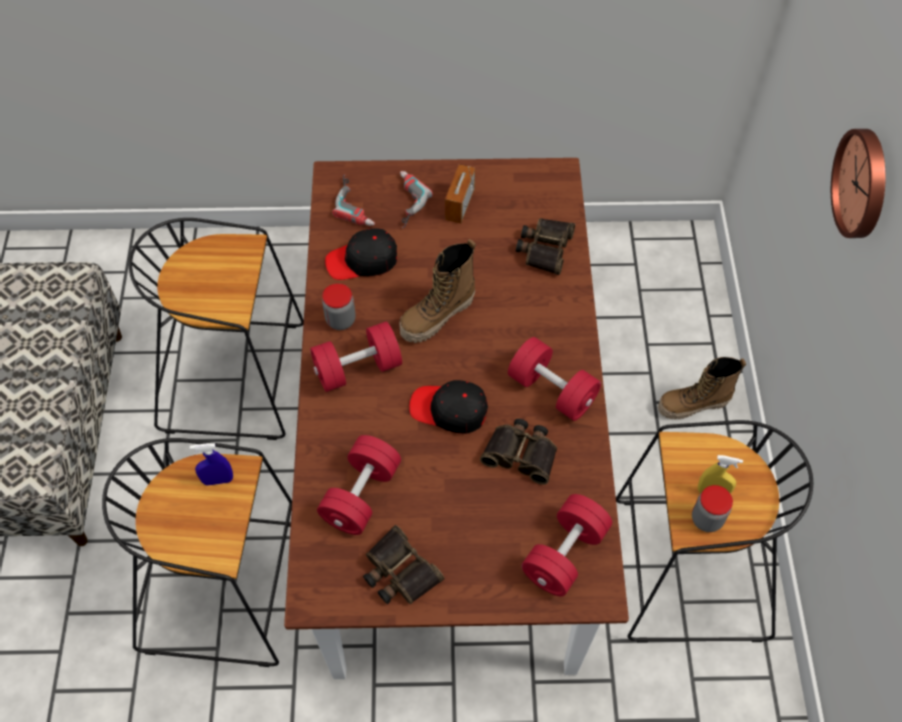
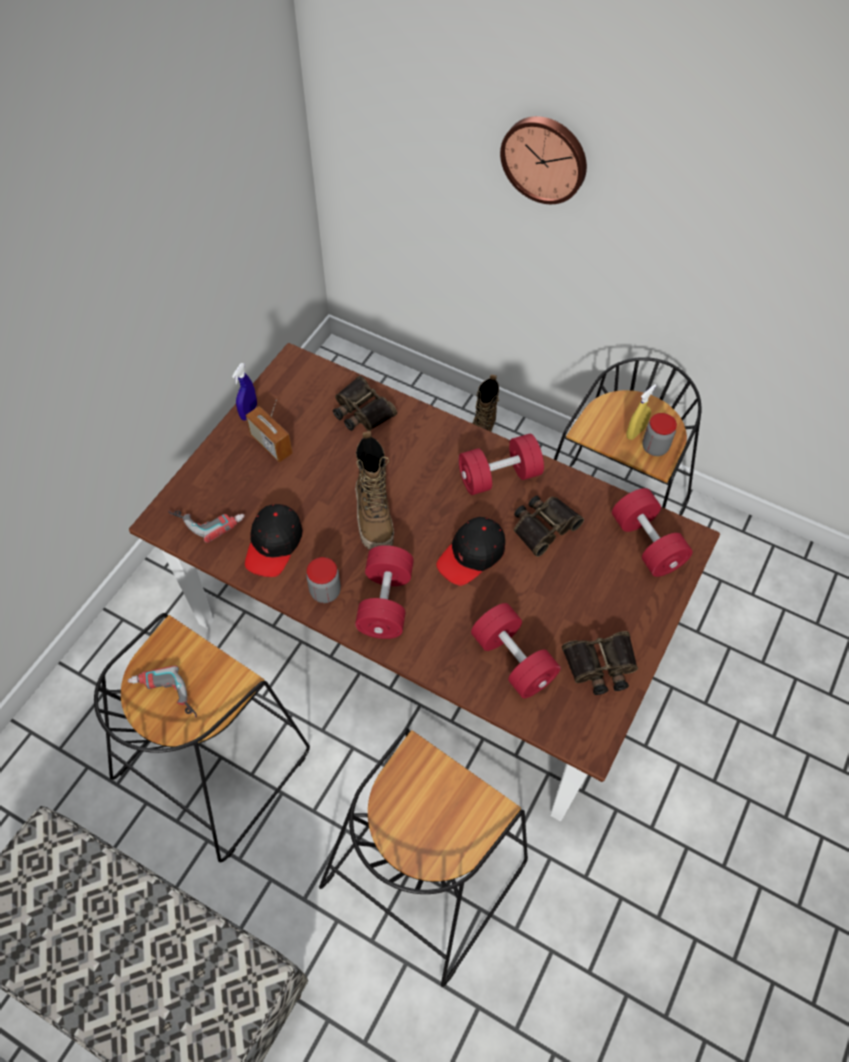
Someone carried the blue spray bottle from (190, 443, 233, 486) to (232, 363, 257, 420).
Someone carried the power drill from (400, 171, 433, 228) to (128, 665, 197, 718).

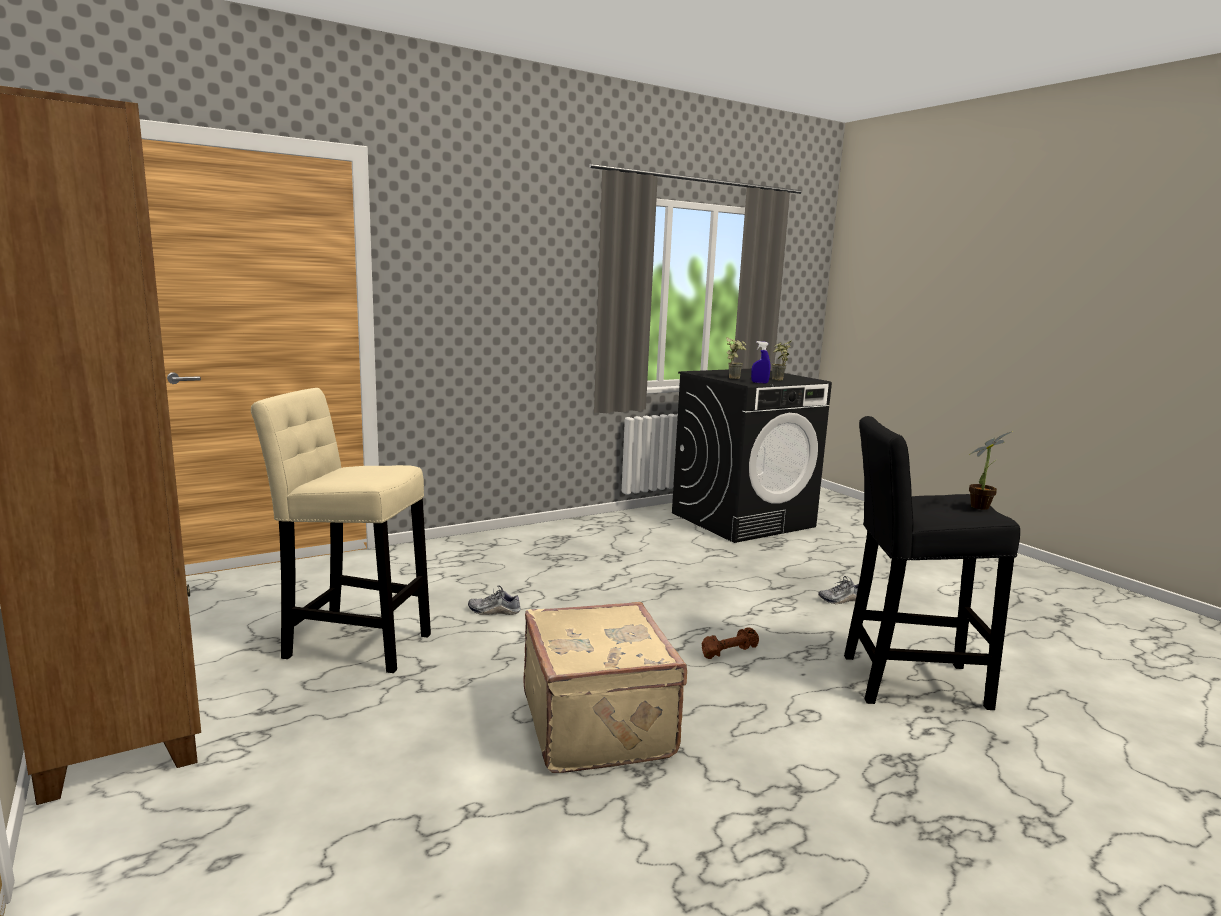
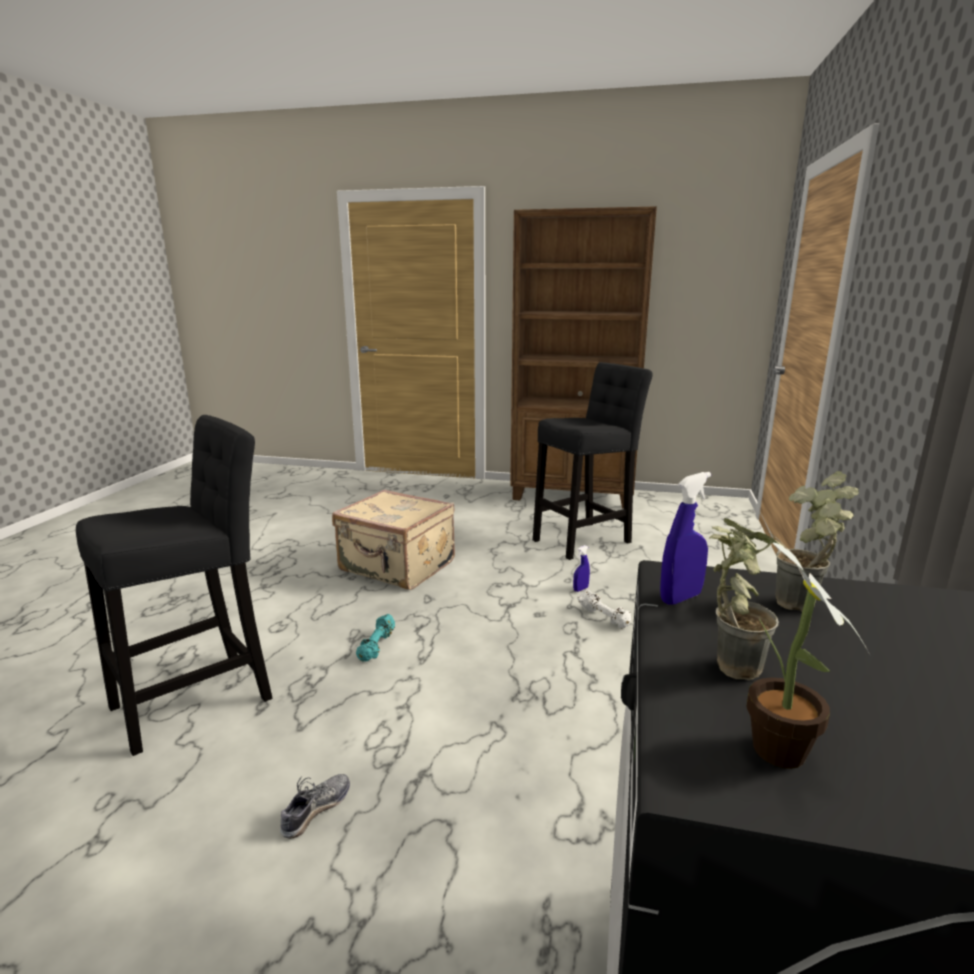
Someone put down the white dumbbell at (577, 590, 631, 629).
Someone carried the potted plant from (969, 432, 1011, 510) to (746, 530, 871, 769).
Someone swapped the shoe at (468, 585, 521, 615) for the blue spray bottle at (573, 545, 590, 592).
Someone repainted the beige stool at (251, 388, 431, 673), which became the black stool at (533, 362, 653, 560).
Someone repainted the brown dumbbell at (702, 628, 759, 659), which became the turquoise dumbbell at (356, 614, 395, 661).

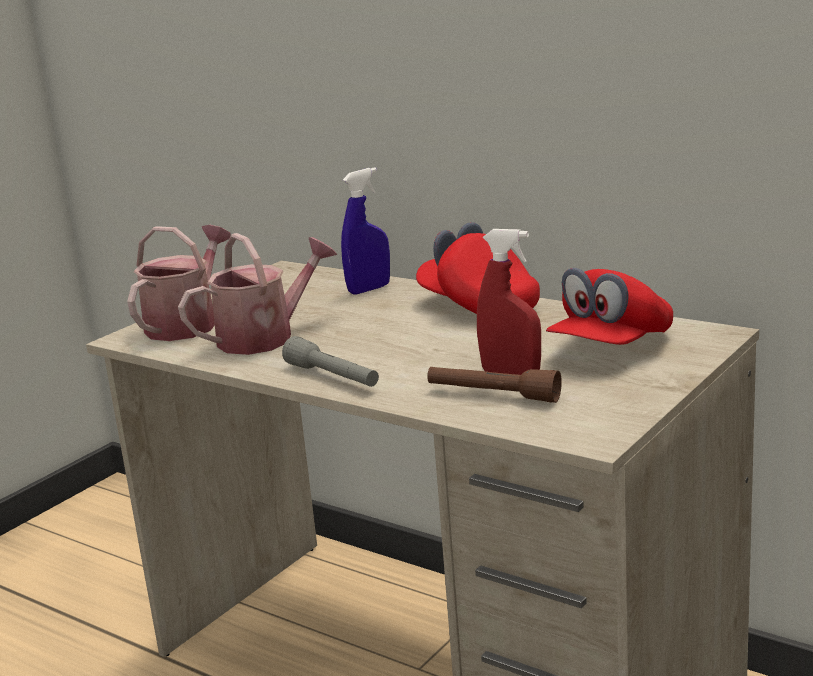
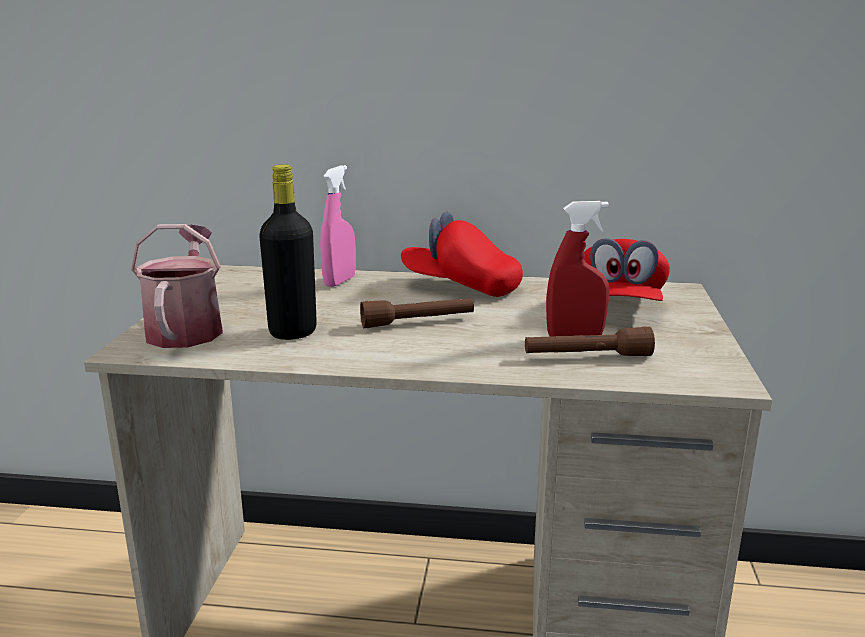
Someone took away the grey flashlight at (282, 336, 379, 387).
Someone put down the brown flashlight at (360, 298, 474, 328).
Someone swapped the watering can at (178, 233, 337, 355) for the black bottle at (259, 165, 317, 340).
Someone repainted the blue spray bottle at (341, 167, 390, 295), which became the pink spray bottle at (320, 165, 356, 287).

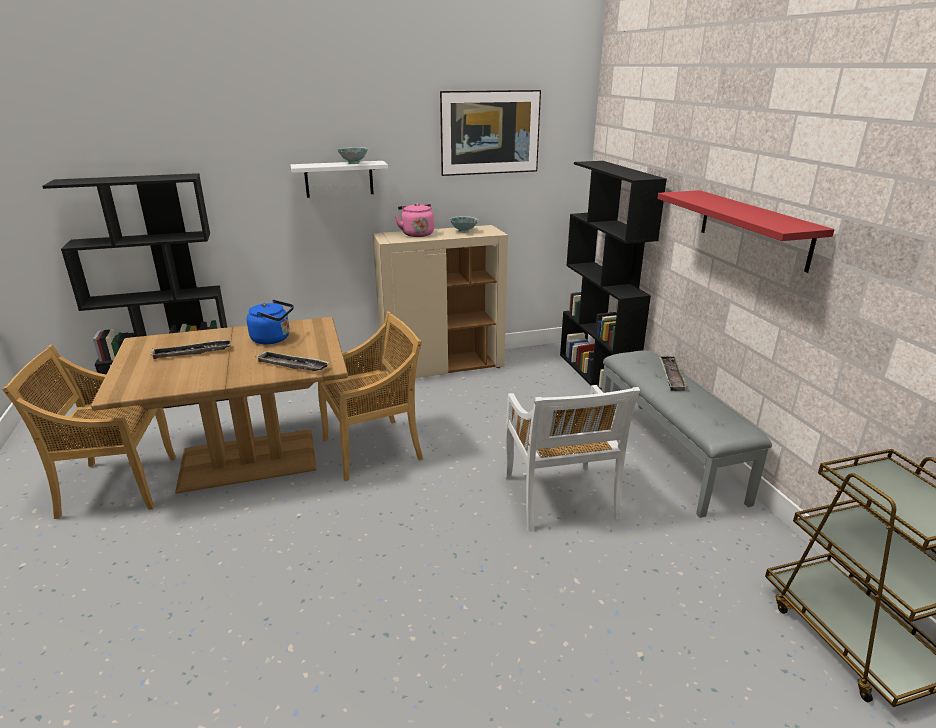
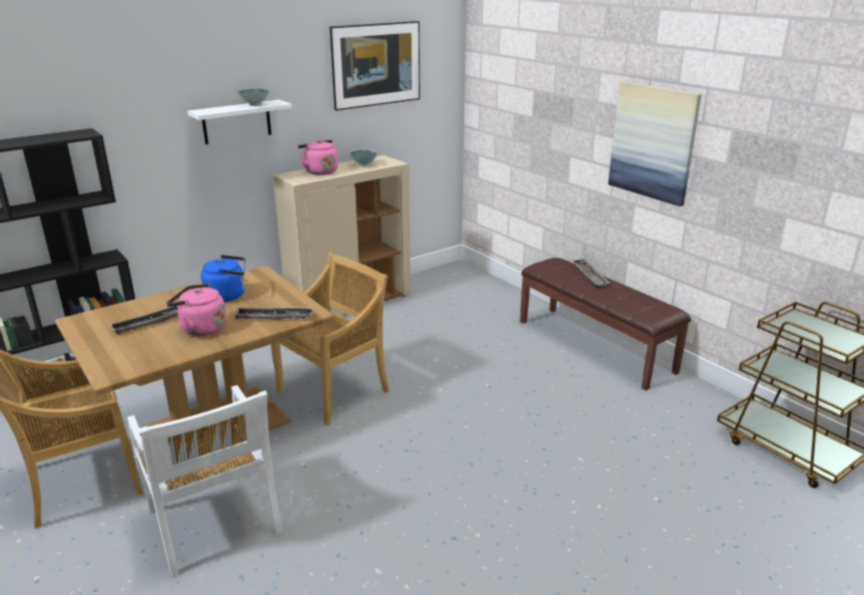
Someone took away the black bookcase at (560, 161, 667, 392).
Someone put down the pink kettle at (166, 283, 226, 336).
Someone carried the white chair from (505, 385, 640, 532) to (127, 385, 283, 576).
Someone swapped the red shelf at (657, 190, 835, 273) for the picture at (608, 81, 701, 206).
Someone repainted the grey bench at (602, 350, 772, 518), which became the brown bench at (520, 258, 691, 391).

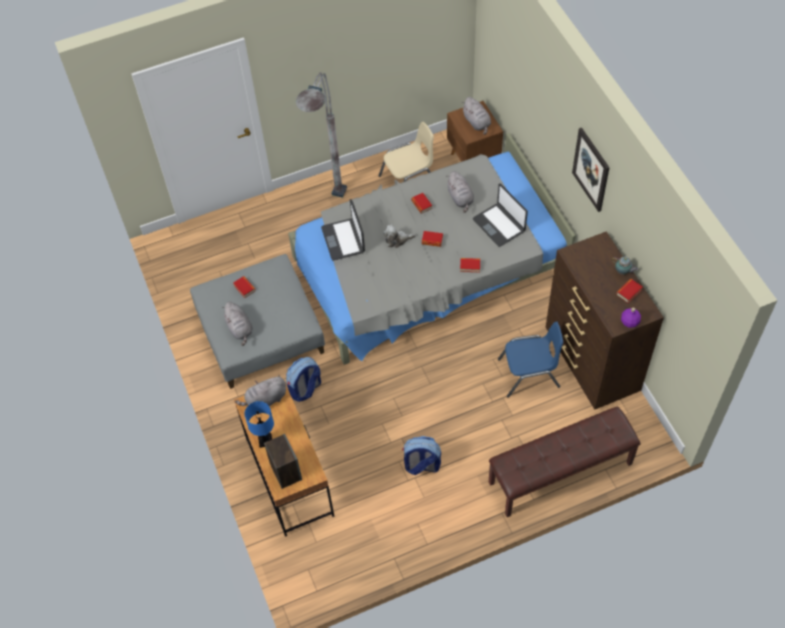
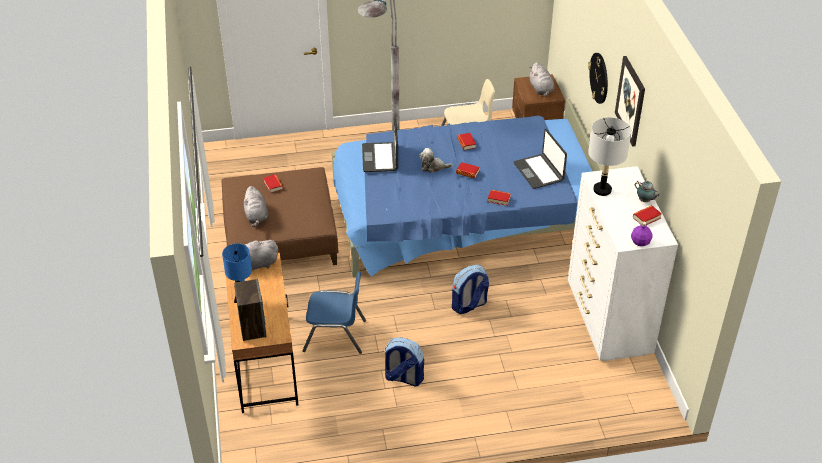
Someone took away the grey plush toy at (446, 171, 474, 213).
Someone took away the brown bench at (489, 407, 641, 517).
Someone put up the wall clock at (588, 53, 608, 104).
Someone put down the grey table lamp at (588, 117, 632, 196).
Someone carried the backpack from (286, 357, 321, 402) to (452, 265, 489, 314).
Someone carried the blue chair from (498, 322, 563, 398) to (302, 272, 366, 354).
Someone repainted the grey ottoman at (190, 254, 325, 389), which became the brown ottoman at (221, 167, 339, 265).
Someone repainted the grey bed at (288, 133, 576, 365), which became the blue bed at (332, 99, 603, 278).
Someone repainted the brown dresser at (546, 231, 664, 410), which became the white dresser at (568, 166, 678, 361).

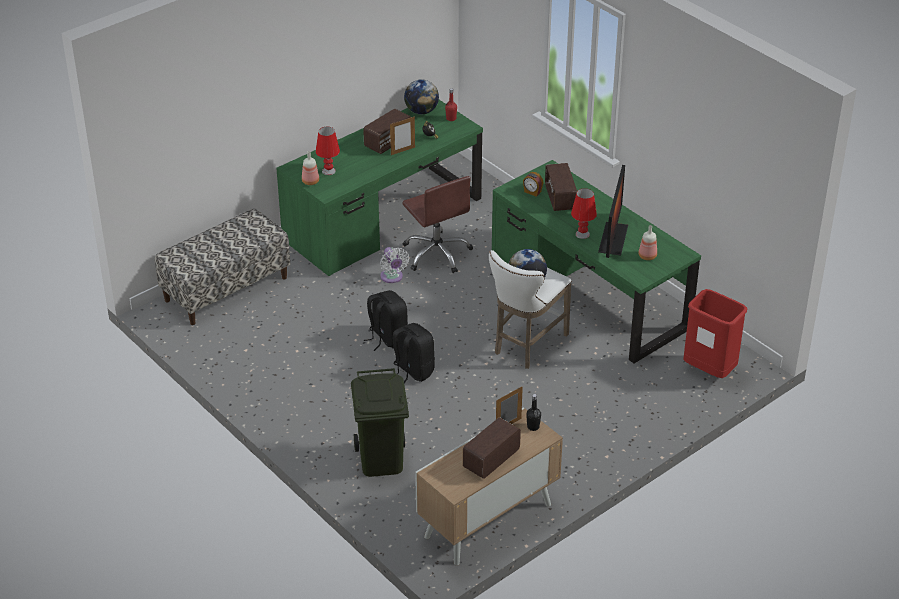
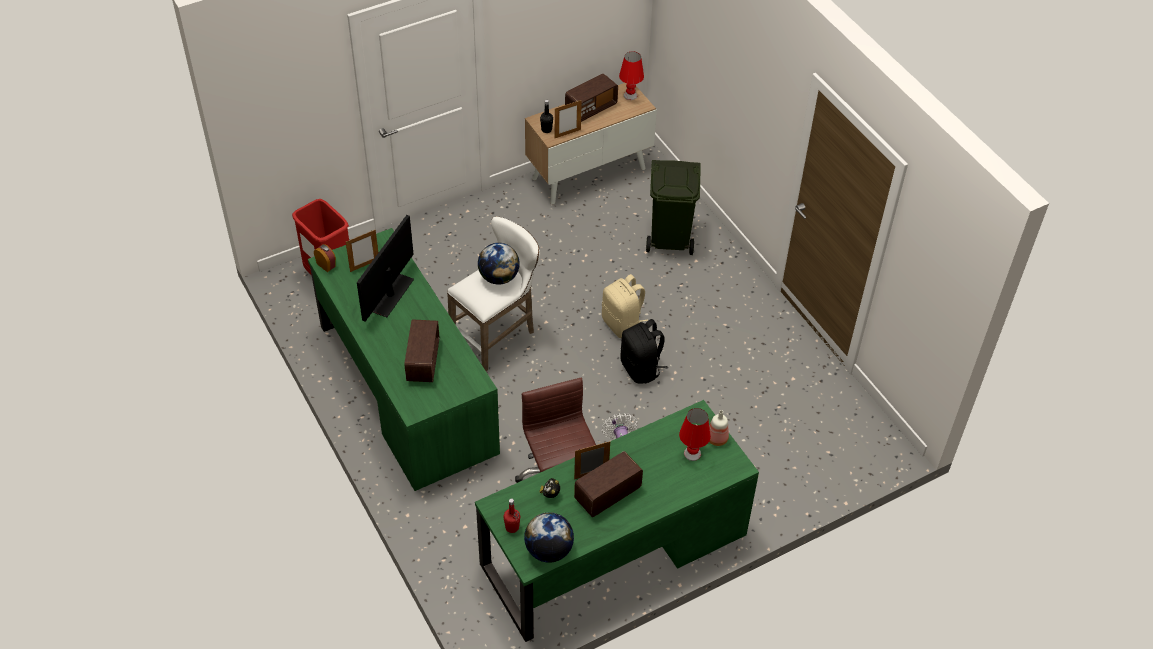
Someone took away the bench at (155, 208, 290, 325).
Someone carried the alarm clock from (523, 172, 543, 197) to (314, 244, 336, 272).
Someone carried the red table lamp from (571, 188, 597, 239) to (619, 51, 644, 100).
Someone swapped the bottle at (639, 225, 657, 260) for the picture frame at (346, 230, 378, 272).
Someone repainted the black backpack at (393, 323, 435, 383), which became the beige backpack at (602, 274, 648, 338).

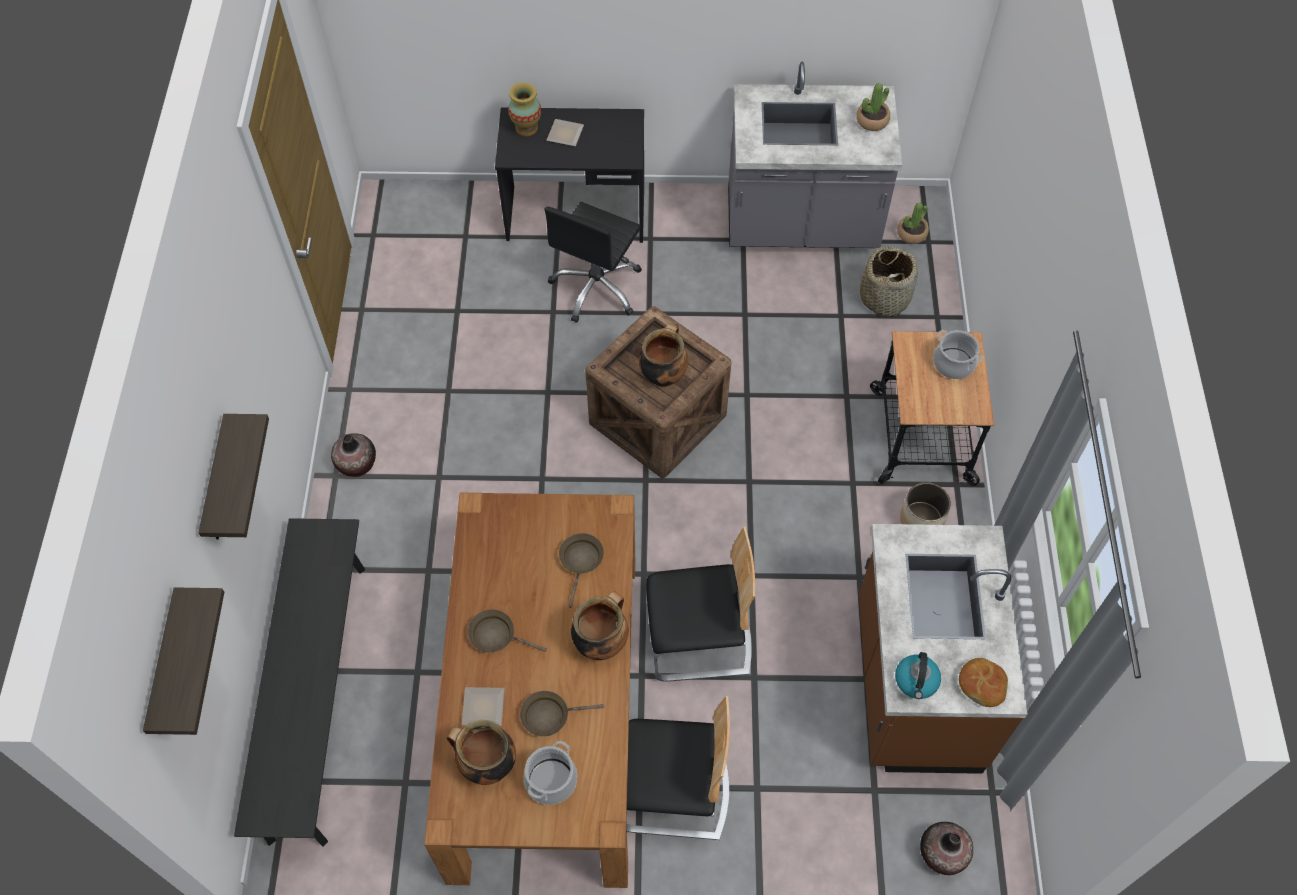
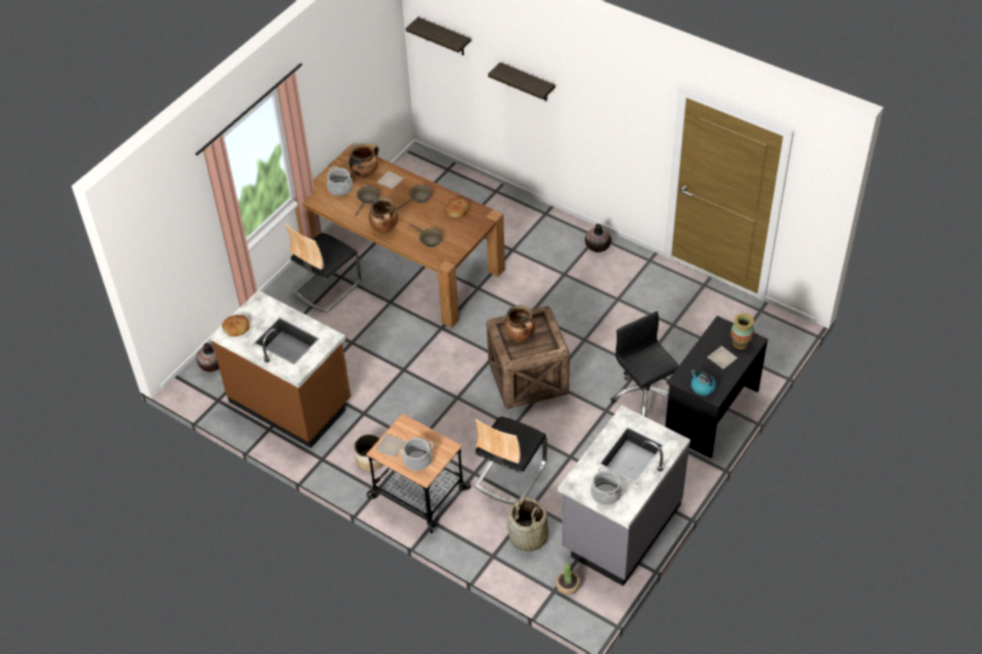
Someone took away the black bench at (234, 518, 365, 847).
Someone put down the plate at (376, 434, 406, 458).
Someone put down the bread at (444, 198, 469, 218).
Someone carried the chair from (646, 527, 755, 682) to (474, 417, 547, 505).
Someone carried the kettle from (895, 652, 941, 699) to (691, 370, 716, 396).
Someone swapped the potted plant at (856, 83, 890, 131) for the cooking pot at (590, 467, 622, 505).

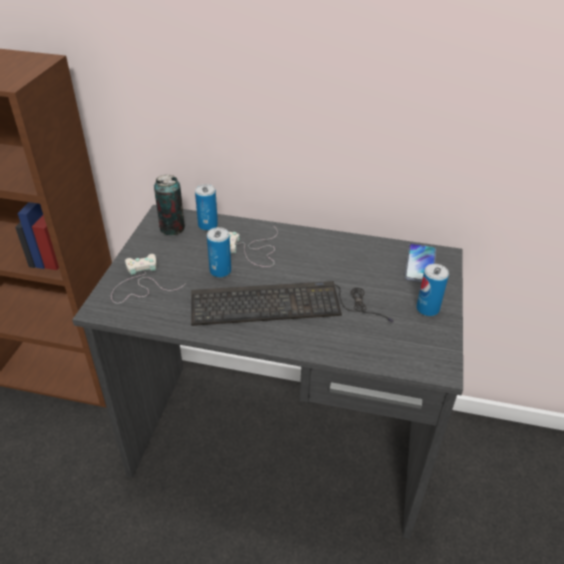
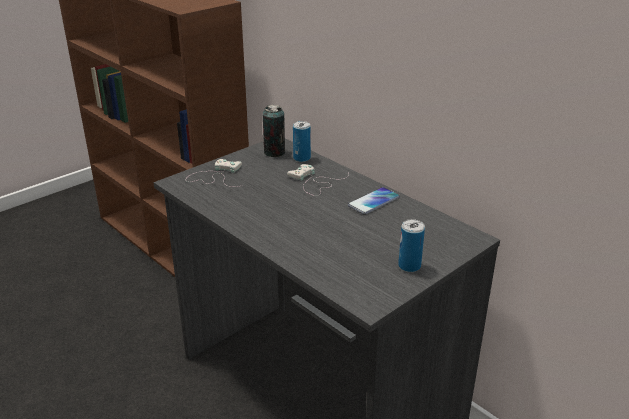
Someone took away the keyboard at (191, 281, 394, 326).
Someone took away the can at (207, 227, 231, 278).
Someone carried the phone from (405, 244, 436, 282) to (348, 187, 400, 214).

